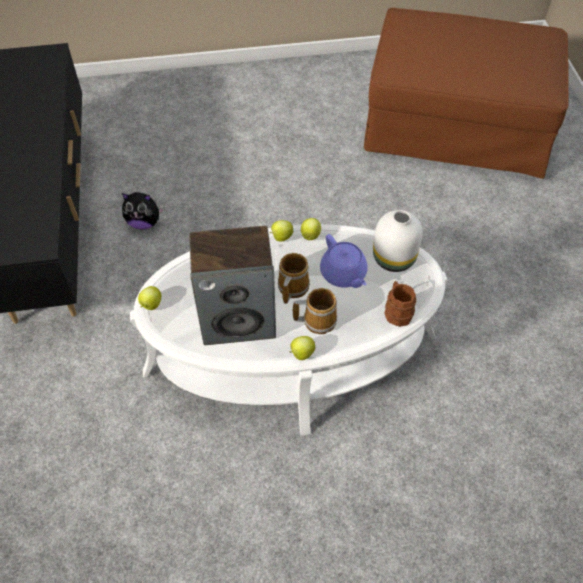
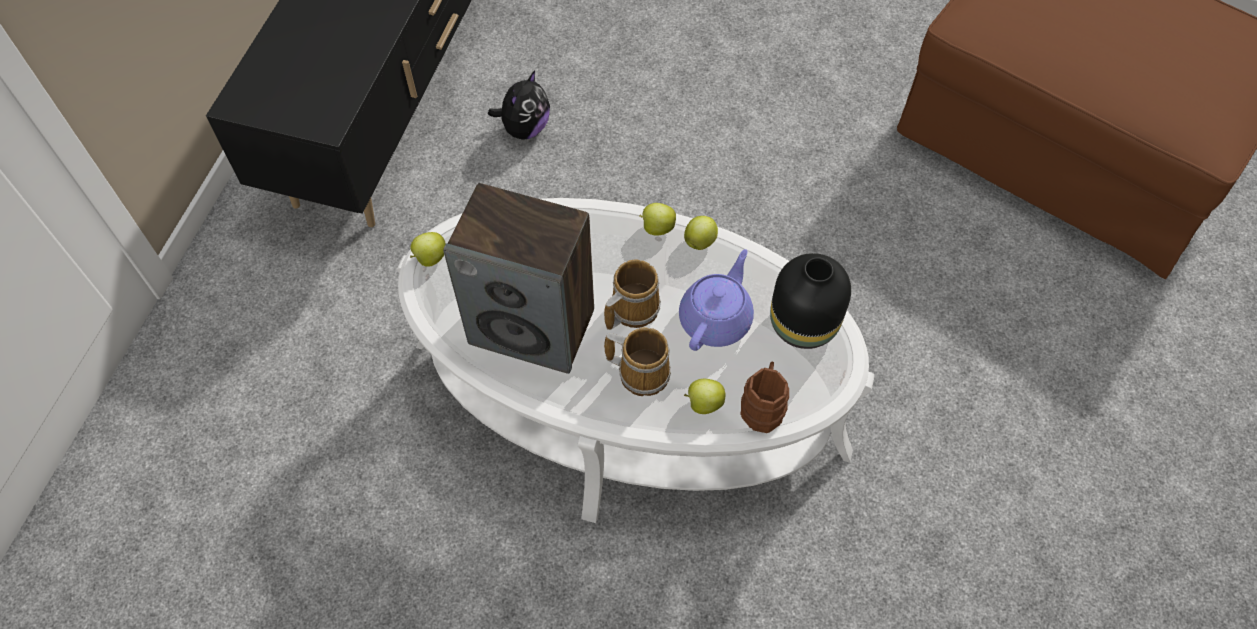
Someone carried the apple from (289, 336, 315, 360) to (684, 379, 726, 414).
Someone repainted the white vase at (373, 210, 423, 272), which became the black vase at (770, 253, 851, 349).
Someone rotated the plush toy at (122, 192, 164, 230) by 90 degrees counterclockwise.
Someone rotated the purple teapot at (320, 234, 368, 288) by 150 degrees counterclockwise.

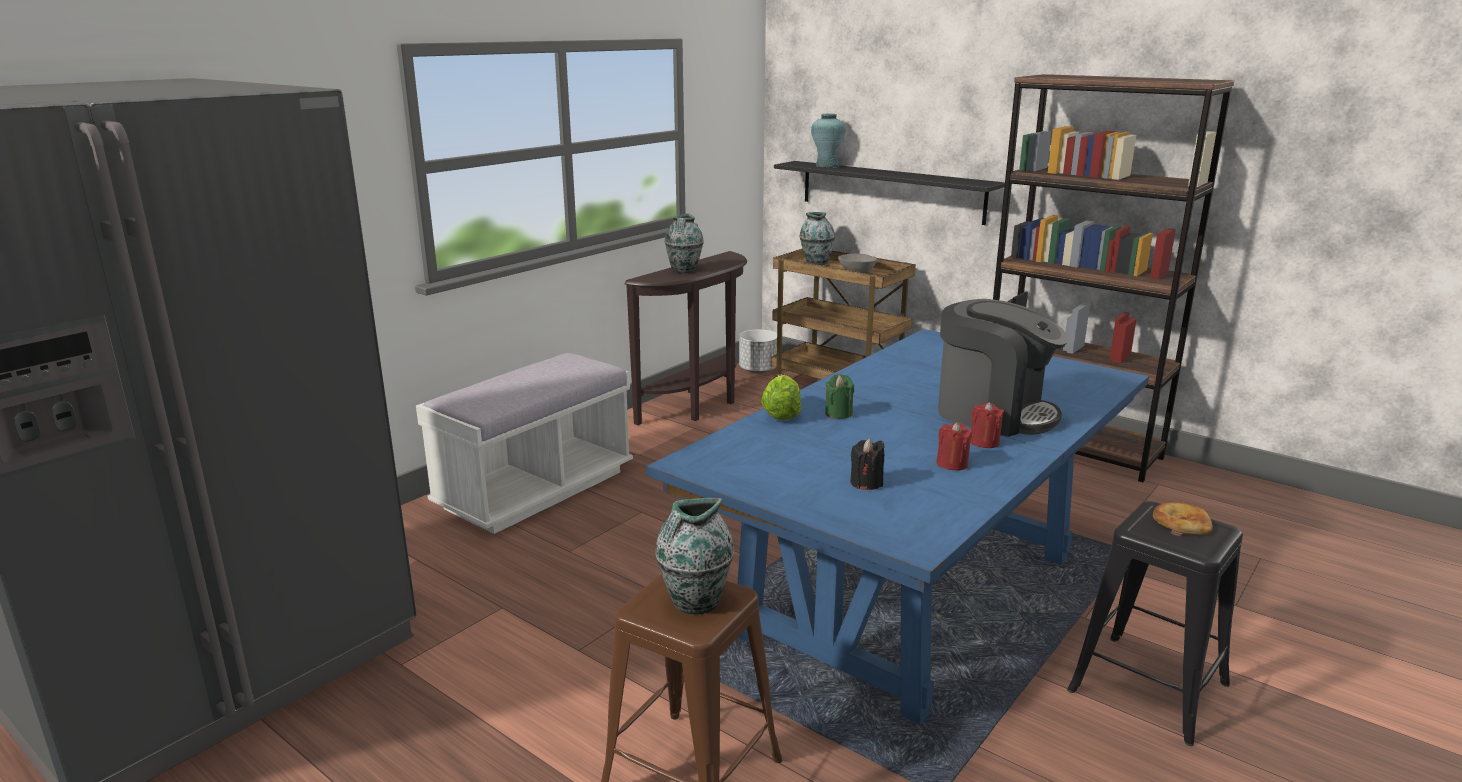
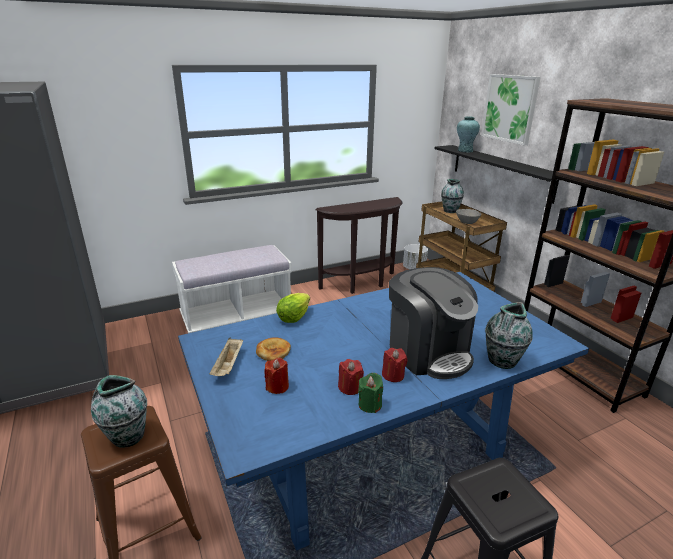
Someone put down the beige tray at (209, 338, 243, 376).
Someone put up the picture at (481, 74, 541, 145).
Someone carried the vase from (664, 213, 704, 273) to (485, 302, 533, 369).
Someone carried the green candle from (825, 374, 854, 419) to (358, 373, 383, 413).
Someone carried the bread from (1153, 502, 1213, 535) to (256, 337, 291, 361).
Someone repainted the black candle at (850, 438, 884, 490), which became the red candle at (264, 358, 289, 394).

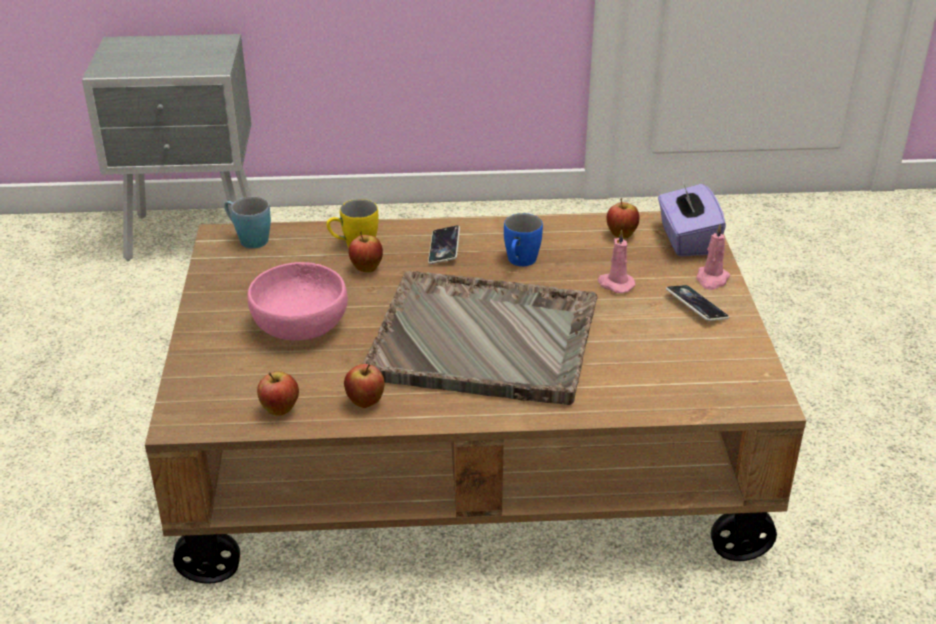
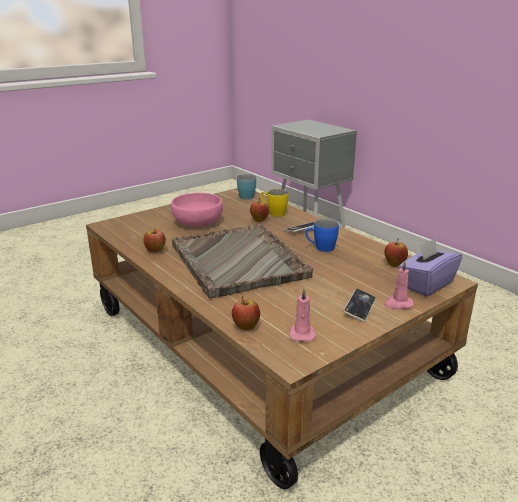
Someone carried the apple from (257, 371, 299, 416) to (232, 296, 260, 330).
Someone carried the pink candle from (598, 230, 636, 293) to (289, 288, 316, 342).

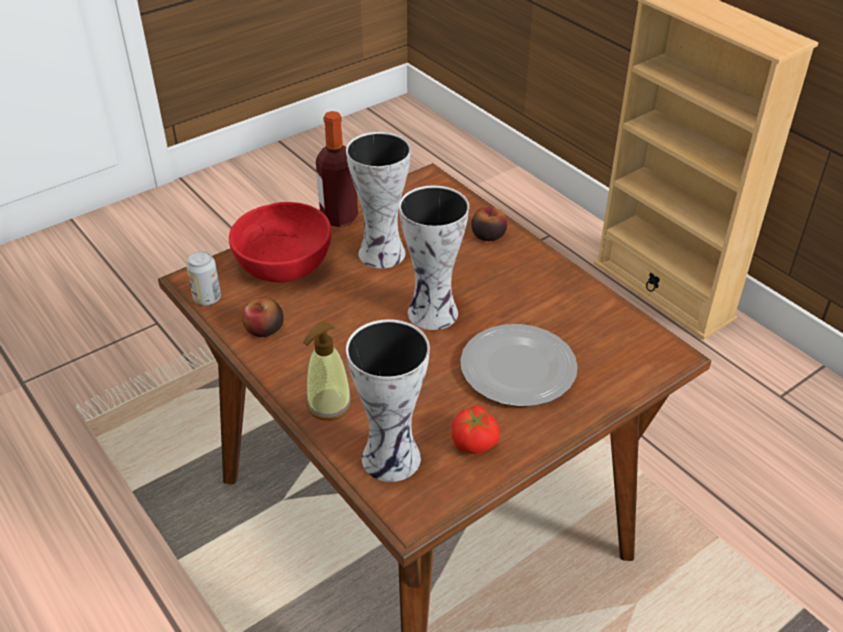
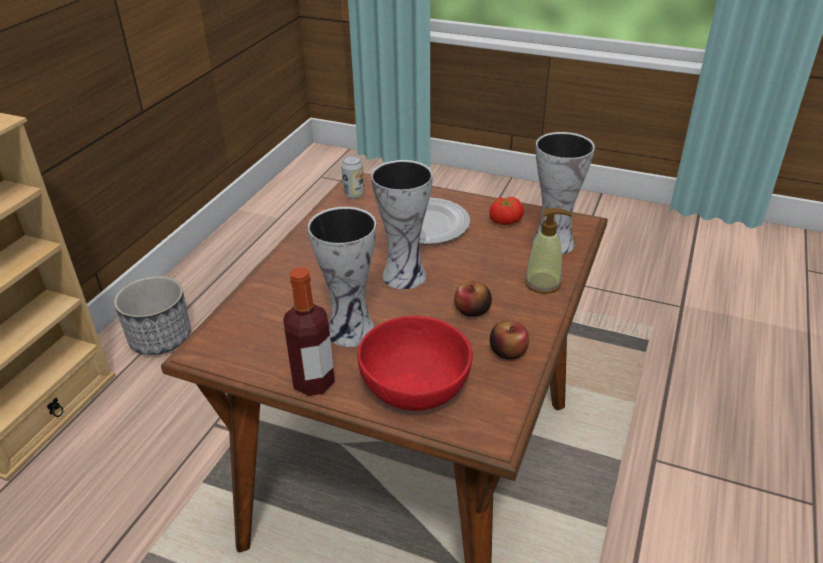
Someone put down the planter at (114, 276, 191, 355).
Someone carried the can from (186, 251, 221, 305) to (341, 156, 365, 199).
Someone carried the apple from (471, 207, 508, 241) to (454, 281, 492, 317).

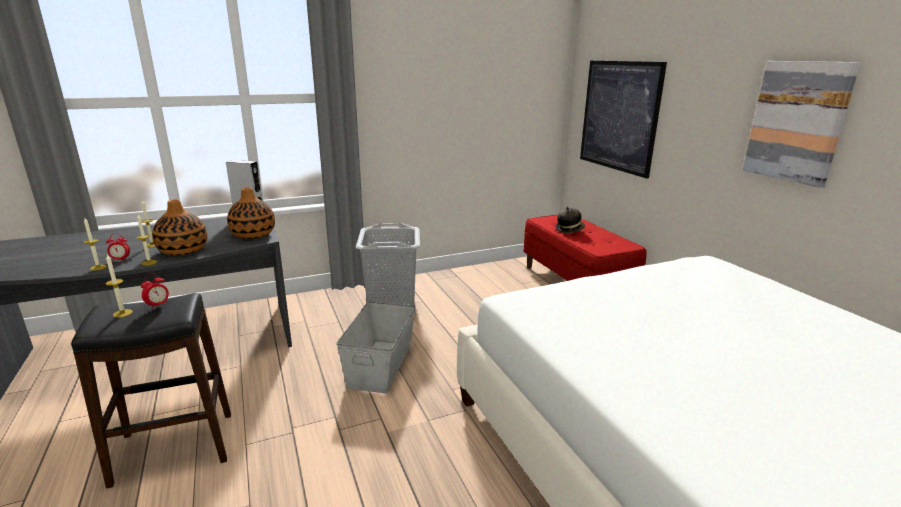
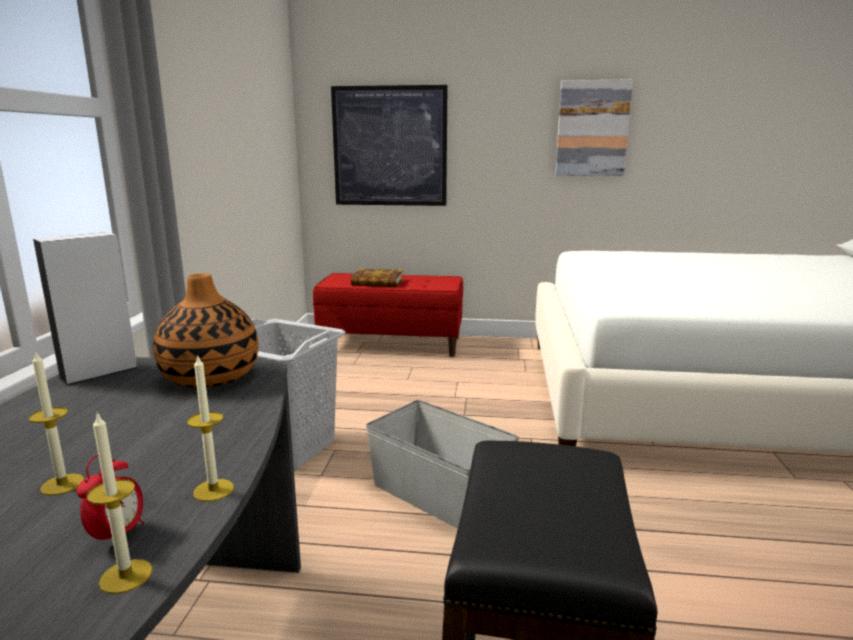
Someone took away the candle at (106, 255, 133, 318).
Someone took away the alarm clock at (141, 274, 169, 310).
Someone took away the vase at (152, 199, 207, 256).
Someone swapped the hat at (556, 207, 585, 233) for the book at (351, 268, 403, 287).

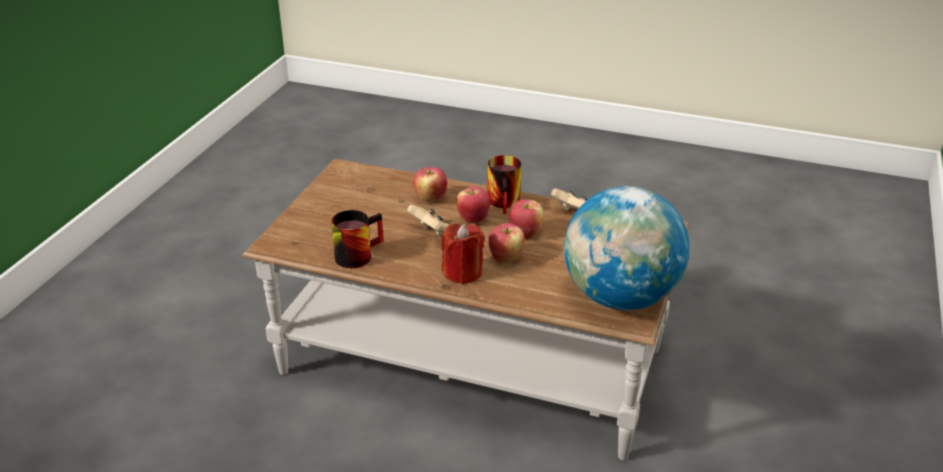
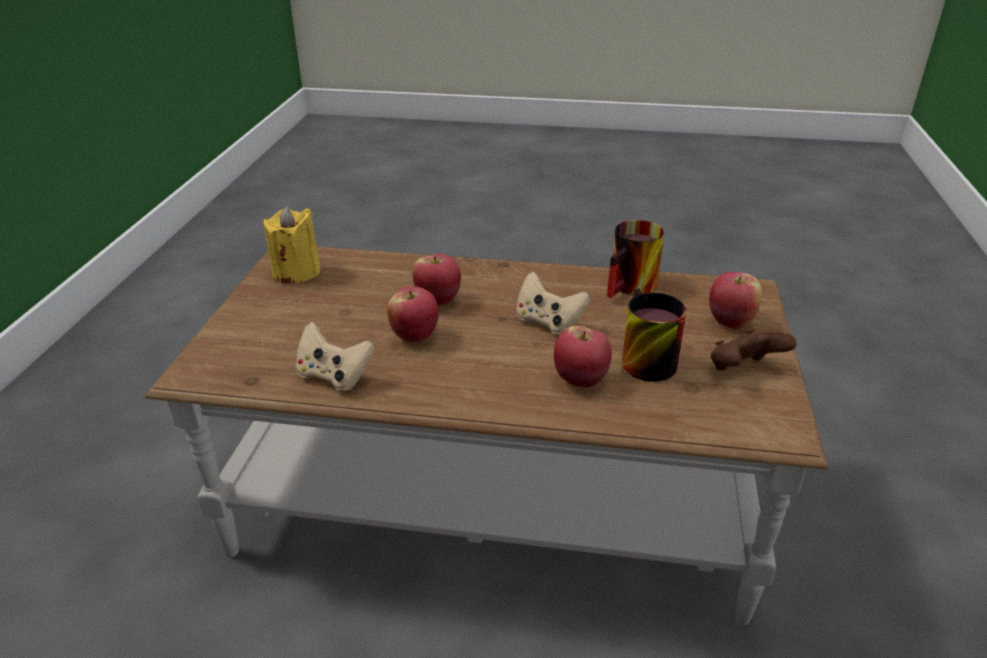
Someone took away the red candle at (442, 224, 485, 284).
Someone put down the brown game controller at (711, 329, 797, 371).
Someone carried the apple from (457, 186, 490, 223) to (709, 272, 762, 329).
Someone carried the mug from (487, 155, 521, 214) to (622, 289, 686, 382).
Someone swapped the globe at (564, 186, 690, 310) for the yellow candle at (263, 206, 321, 283).

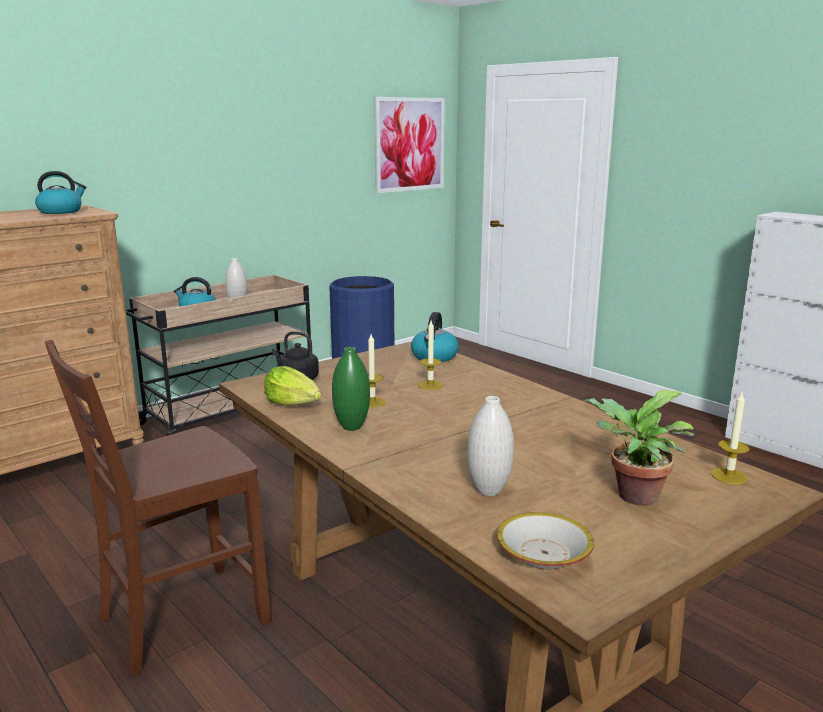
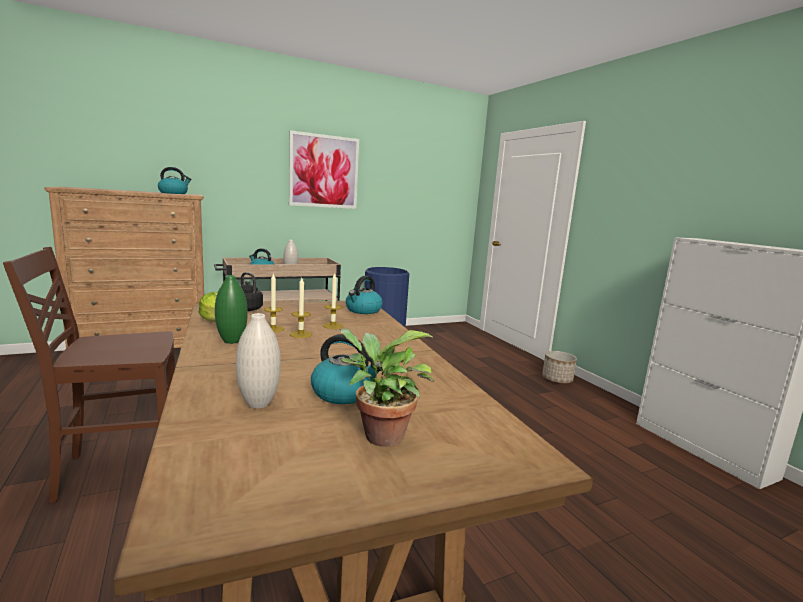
Someone took away the bowl at (497, 512, 594, 569).
Someone put down the kettle at (311, 334, 382, 404).
Someone put down the planter at (542, 351, 577, 383).
Someone carried the picture from (375, 97, 445, 193) to (289, 130, 359, 209).
Someone carried the candle from (711, 393, 750, 484) to (290, 278, 312, 338).

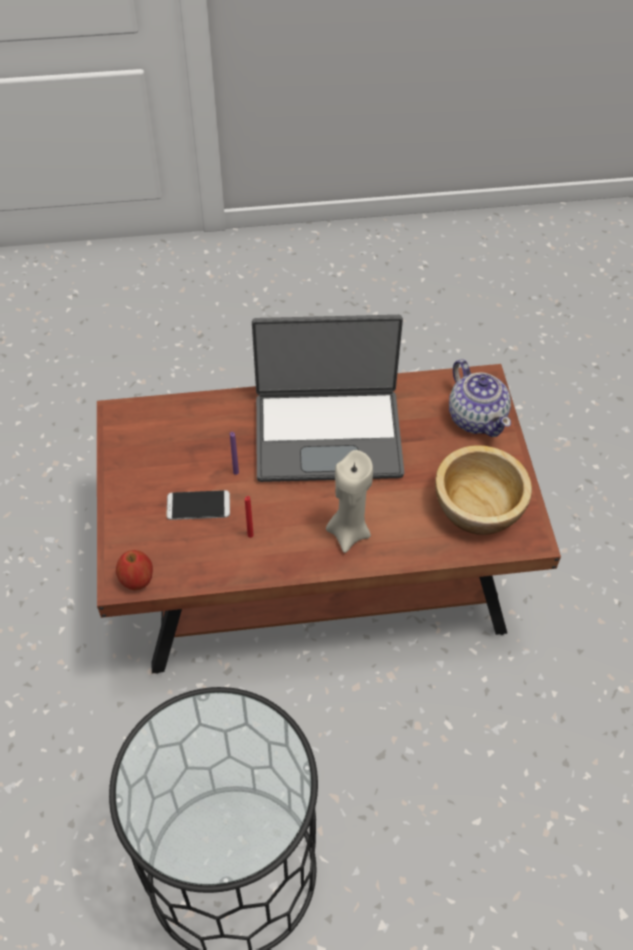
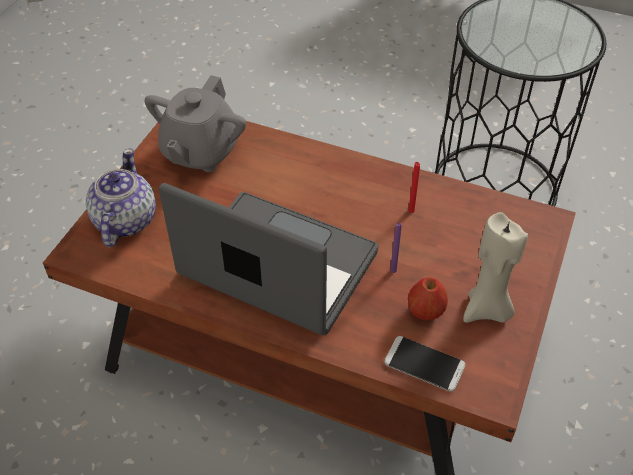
Someone carried the apple from (116, 550, 153, 590) to (408, 277, 448, 320).
Someone carried the phone from (166, 490, 230, 520) to (384, 336, 465, 392).
Someone carried the beige candle from (326, 450, 373, 553) to (463, 212, 528, 323).
Someone swapped the bowl at (435, 445, 532, 535) for the grey teapot at (145, 75, 246, 172).

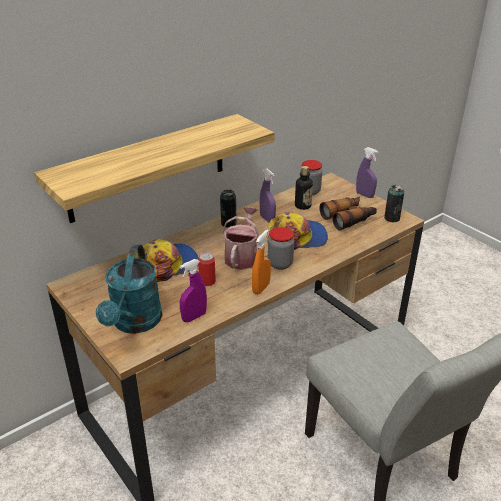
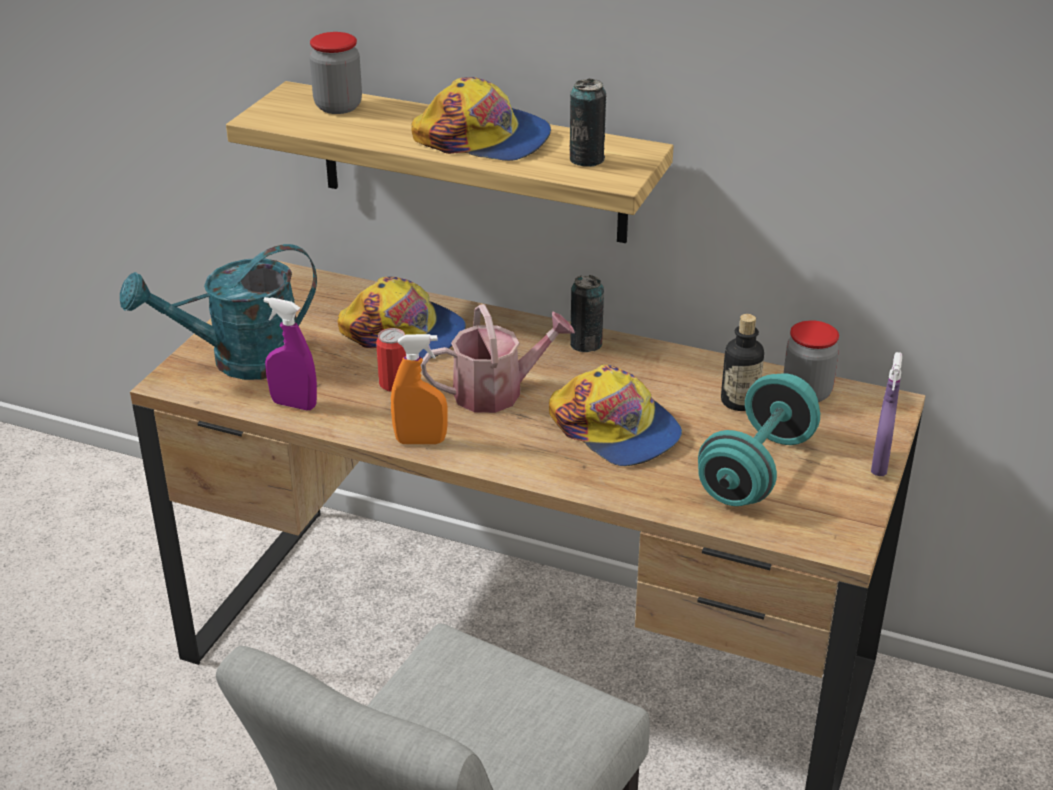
Someone took away the purple spray bottle at (260, 169, 276, 222).
Someone put down the cap at (411, 77, 551, 161).
Someone carried the jar from (268, 227, 294, 270) to (309, 32, 362, 114).
Someone carried the can from (384, 185, 404, 222) to (570, 79, 606, 167).
Someone swapped the binoculars at (319, 197, 377, 231) for the turquoise dumbbell at (698, 373, 820, 506).

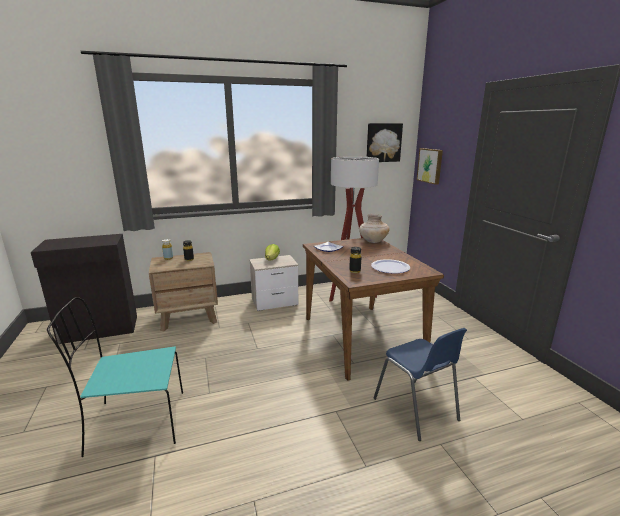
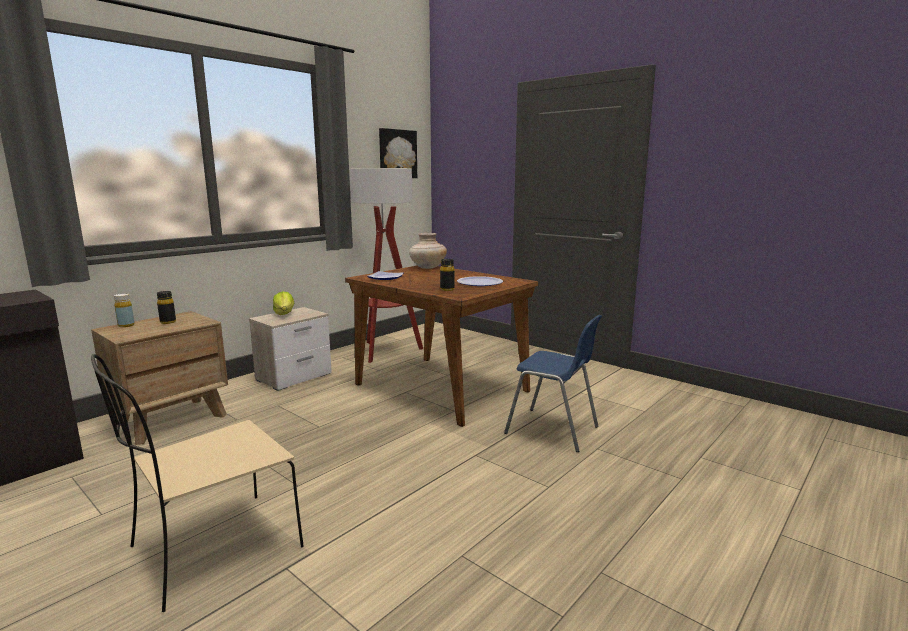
Someone took away the picture at (417, 148, 443, 185).
Someone repainted the turquoise chair at (47, 297, 183, 457), which became the beige chair at (91, 354, 304, 612).

